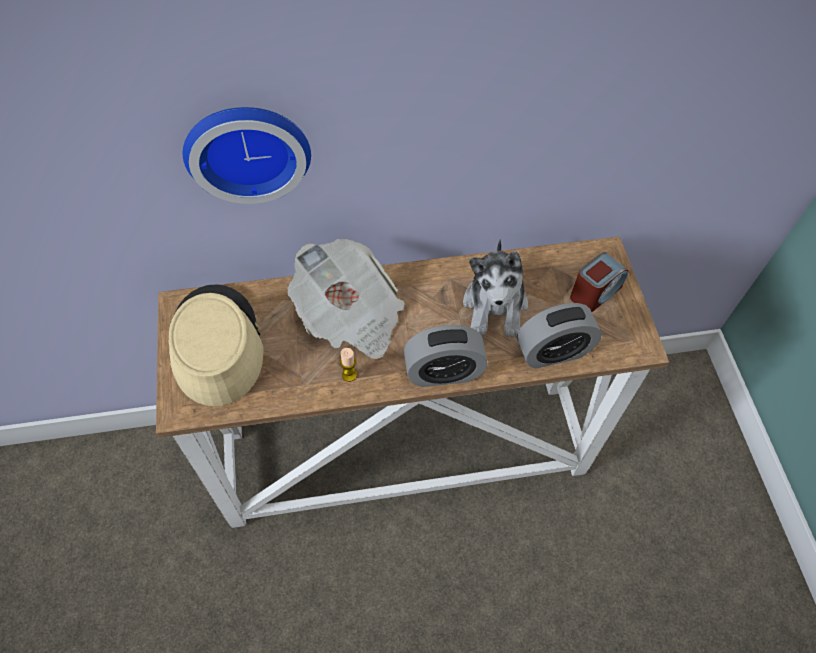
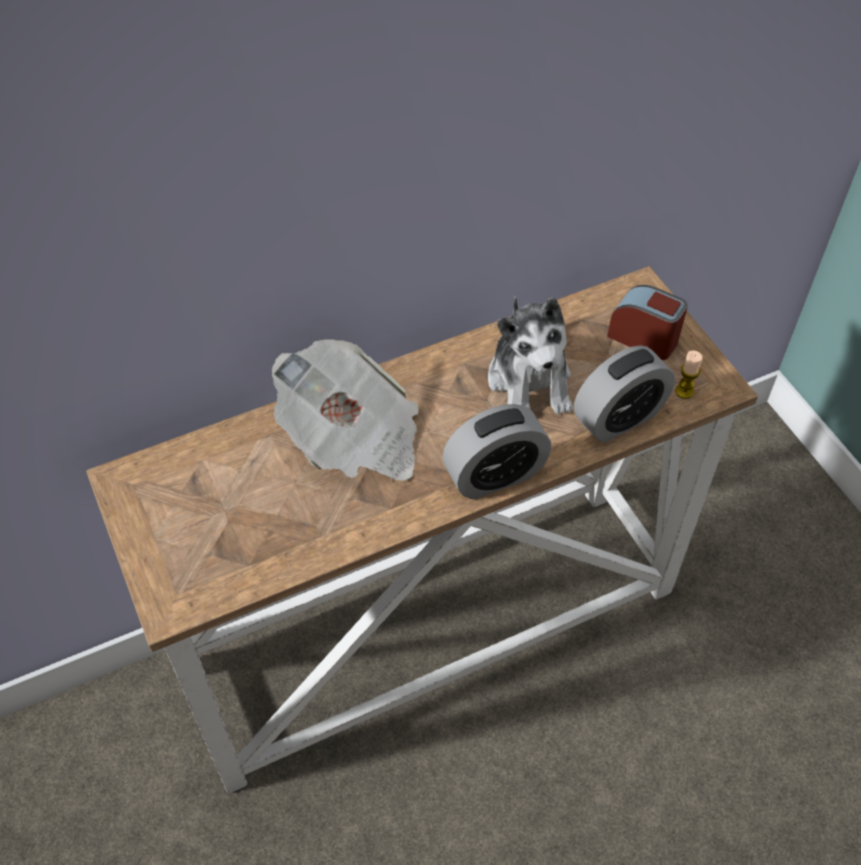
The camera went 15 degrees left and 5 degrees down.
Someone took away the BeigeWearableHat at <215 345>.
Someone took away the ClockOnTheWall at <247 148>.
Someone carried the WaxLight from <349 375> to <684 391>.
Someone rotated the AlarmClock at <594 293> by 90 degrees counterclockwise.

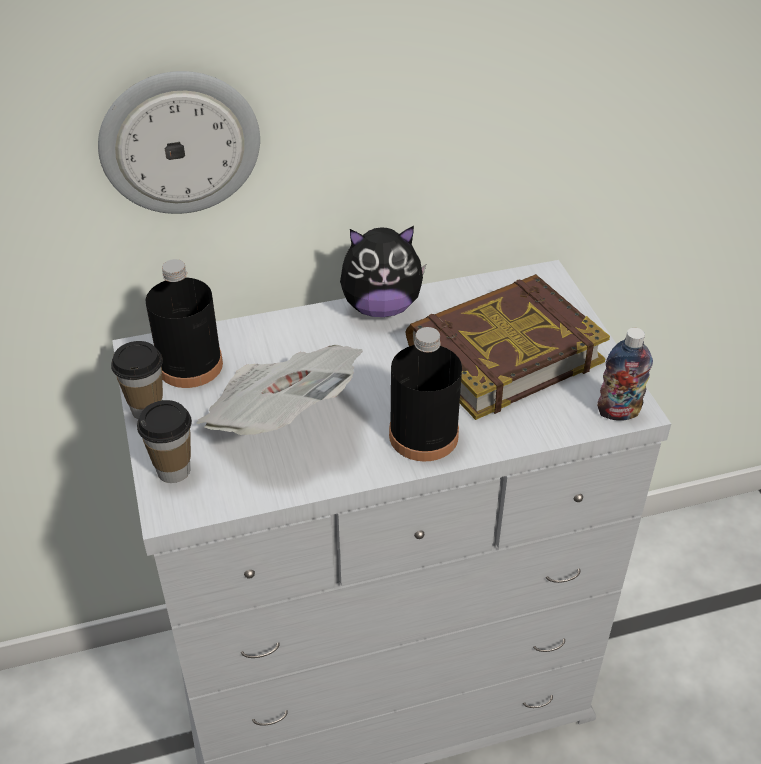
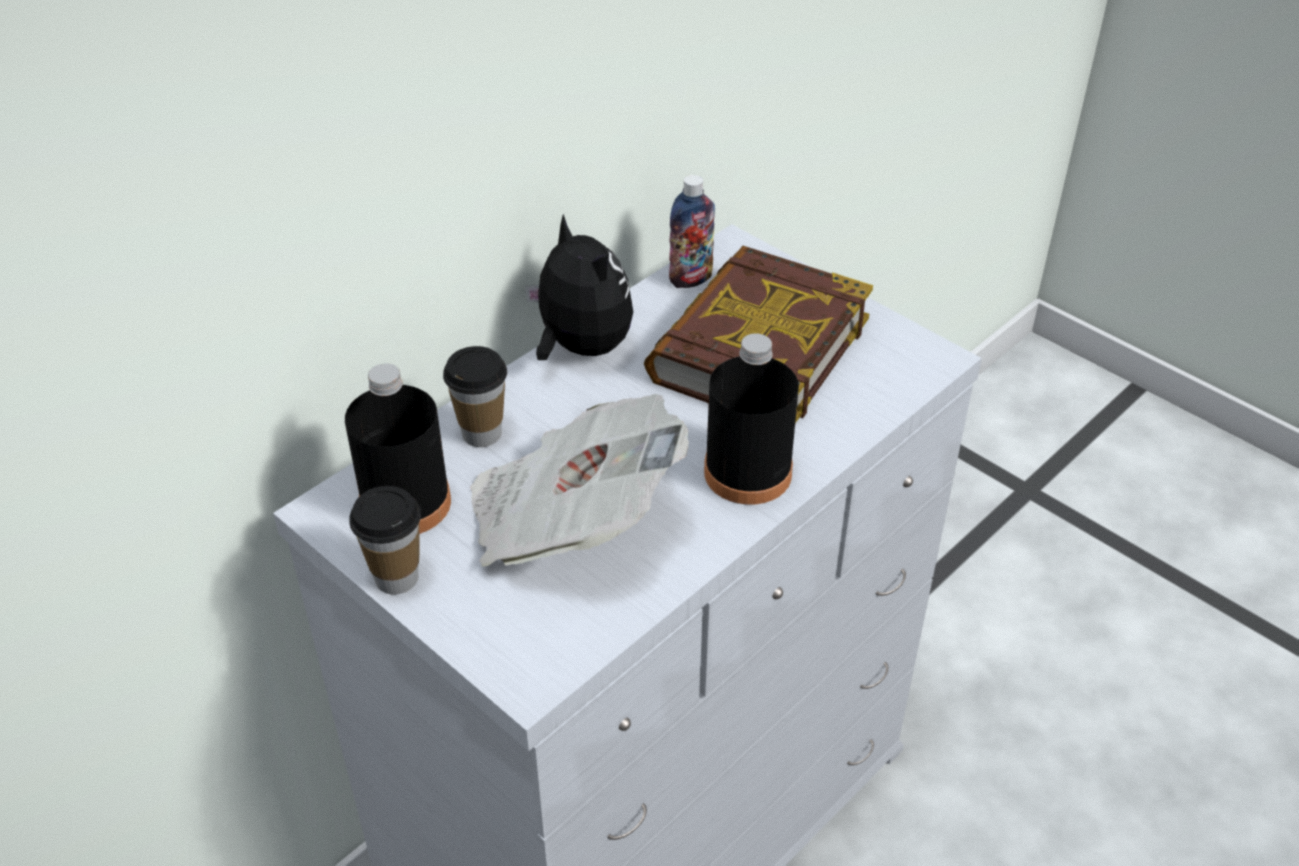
The camera went 30 degrees left and 0 degrees up.
Someone took away the ClockOnTheWall at <179 142>.
Someone carried the SmallCup from <173 470> to <481 433>.
Someone rotated the SoftToy at <381 307> by 90 degrees counterclockwise.
Someone carried the BeverageBottle from <618 412> to <690 278>.

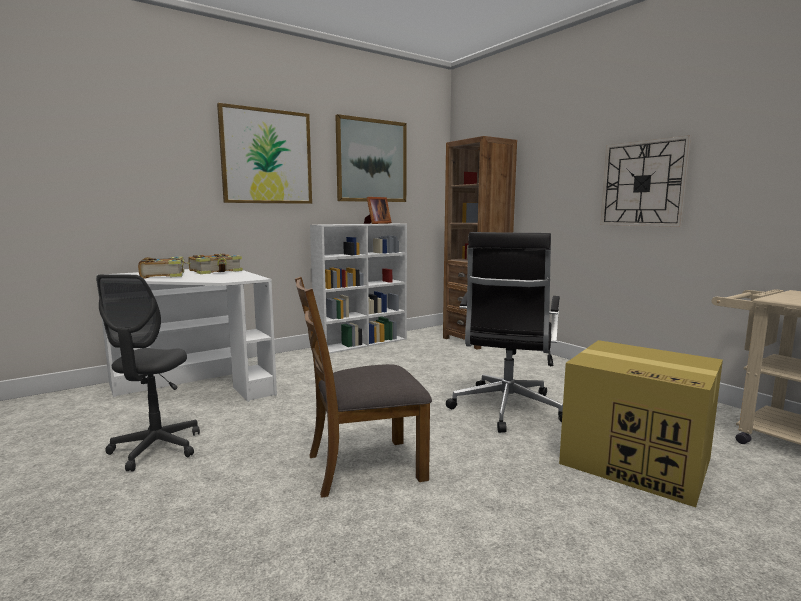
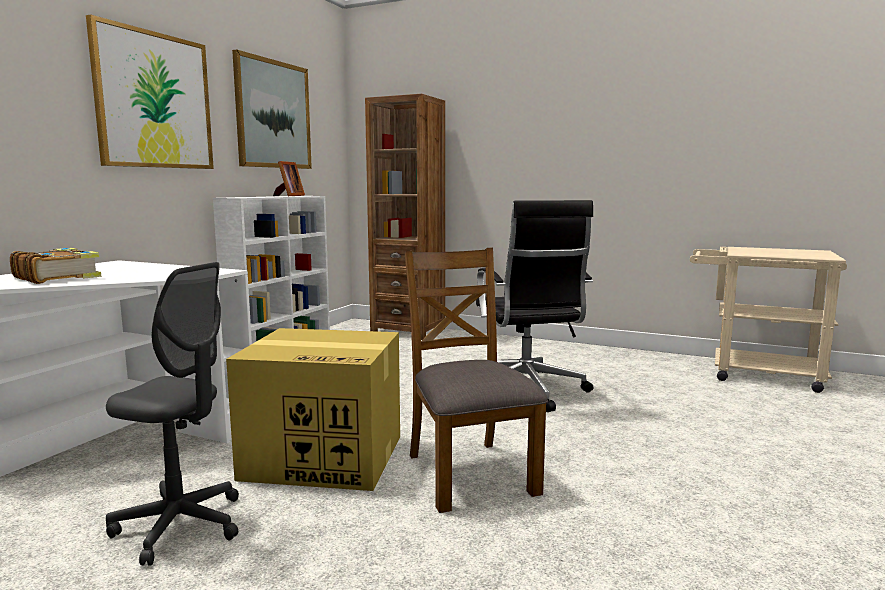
The camera went 30 degrees left and 0 degrees up.
Someone rotated the GreyishComputerChair at <156 449> by 45 degrees counterclockwise.
Someone took away the Book at <216 271>.
Someone rotated the BrownPlainChair at <364 466> by 120 degrees clockwise.
Someone carried the Carton from <637 461> to <326 457>.
Someone took away the ClockOnTheWall at <643 183>.

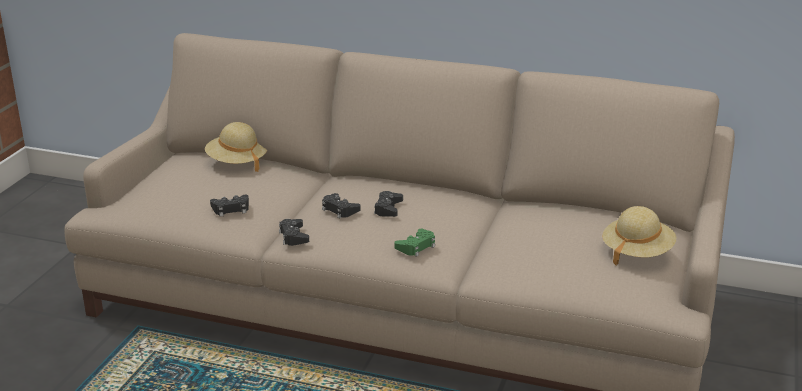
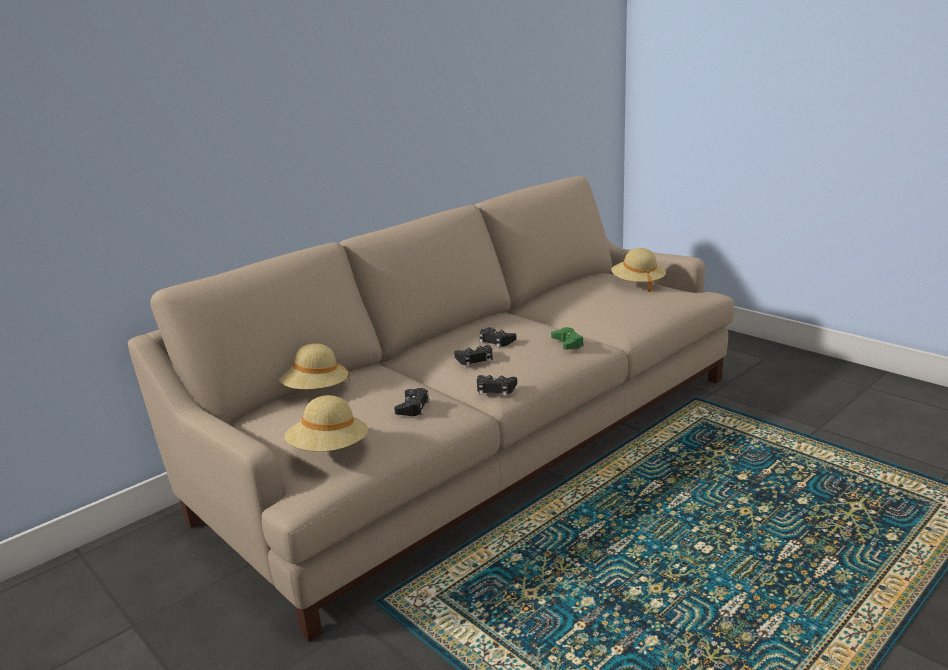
The camera went 60 degrees left and 5 degrees down.
Someone put down the BeigeWearableHat at <329 450>.

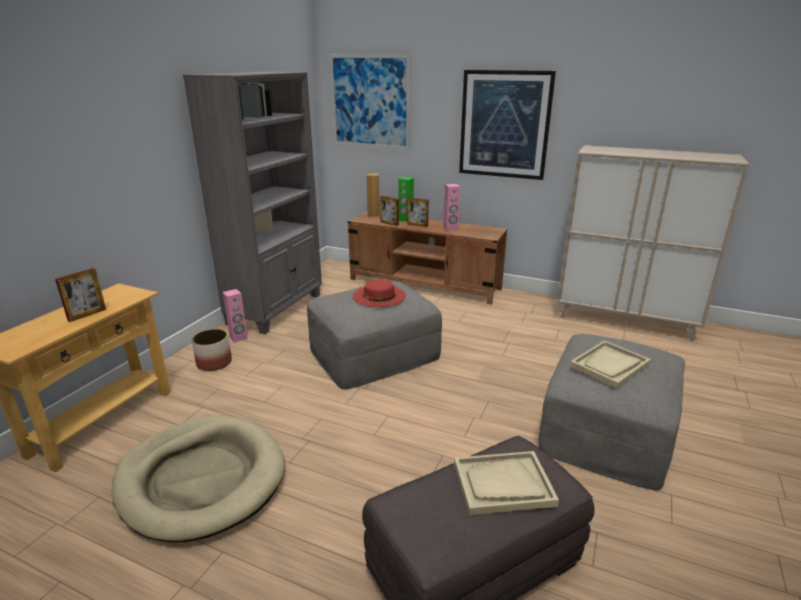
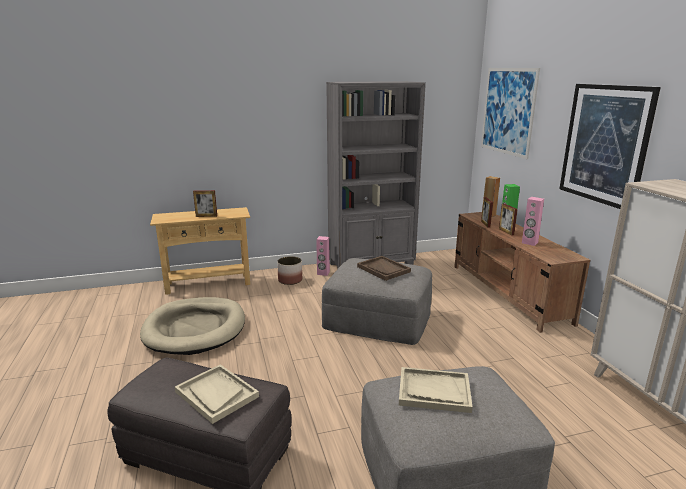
The camera went 50 degrees right and 5 degrees down.
Someone swapped the RedWearableHat at <379 295> for the BrownCarryingTray at <383 269>.

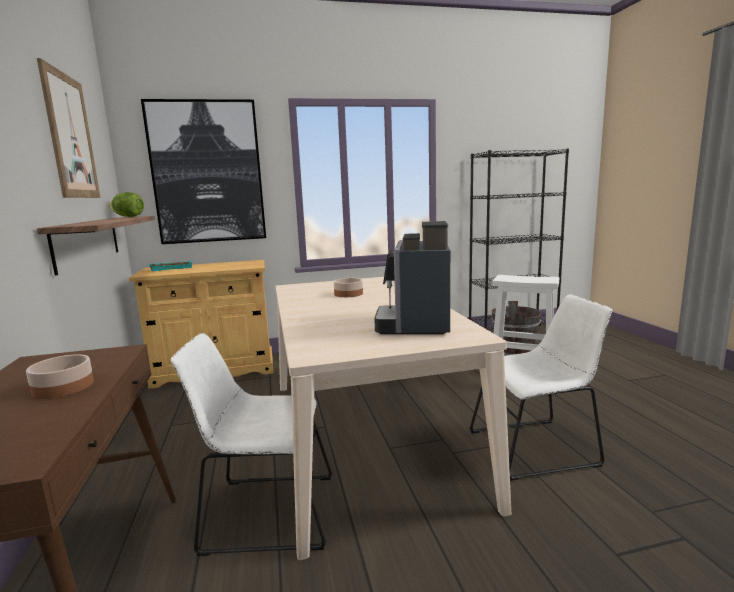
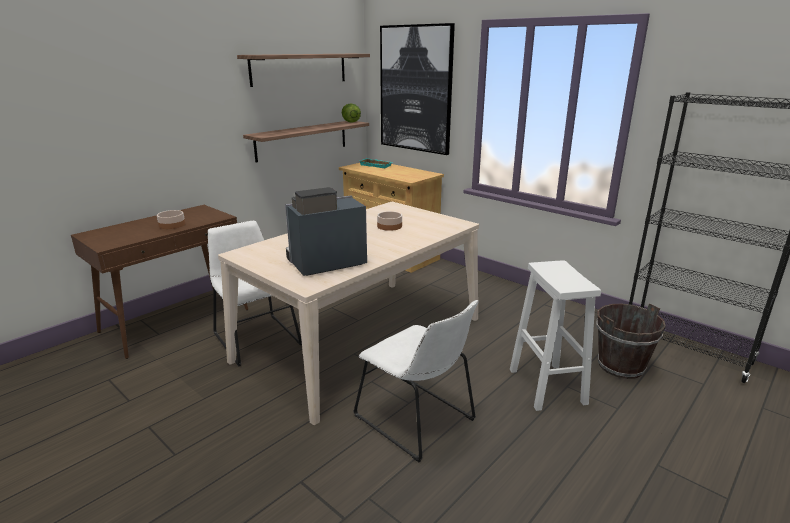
The camera went 55 degrees right and 10 degrees up.
Someone swapped the WallPicture at <70 136> for the WallShelf at <299 69>.

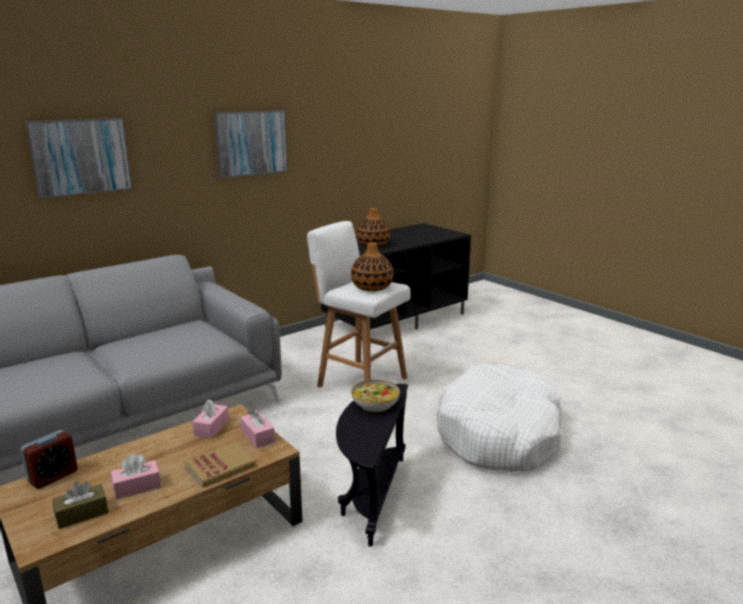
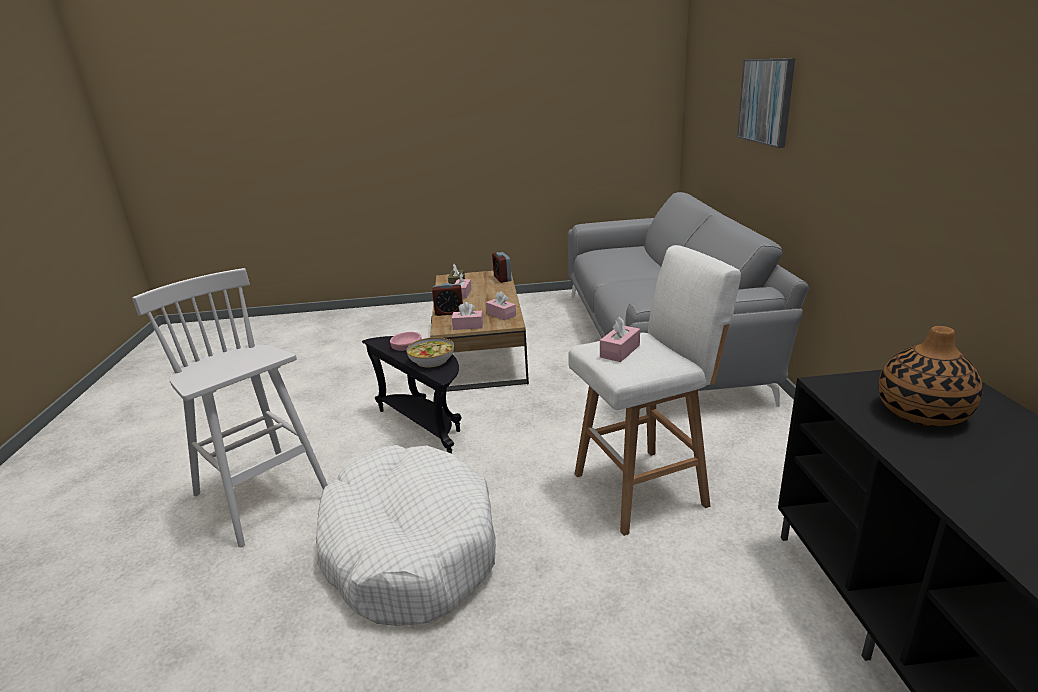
The camera went 125 degrees right and 5 degrees up.
Someone swapped the Book at <220 467> for the AlarmClock at <449 312>.
Someone took away the WallPicture at <251 143>.
Someone swapped the FlowerVase at <372 287> for the PinkColouredTissueBox at <620 351>.
Someone put down the WhitishStoolSeat at <264 497>.
Someone put down the PinkColouredDeepDish at <406 345>.

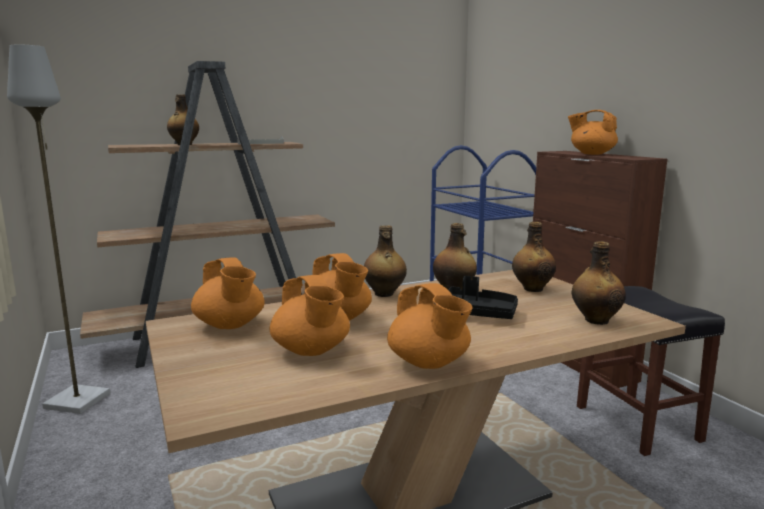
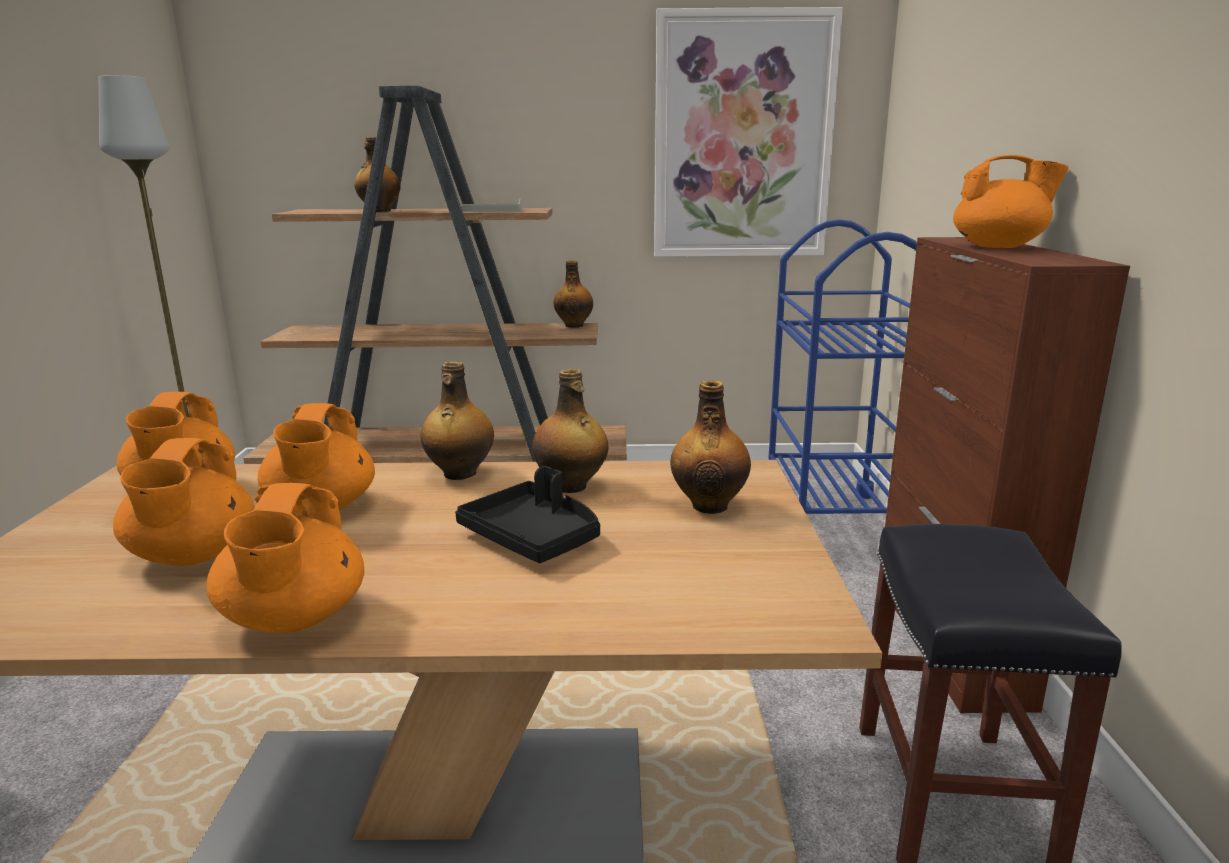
The camera went 25 degrees right and 5 degrees up.
Someone rotated the OrangeTeapot at <591 154> by 135 degrees clockwise.
Someone carried the BeverageBottle from <595 320> to <574 325>.
Someone put up the WallPicture at <743 137>.

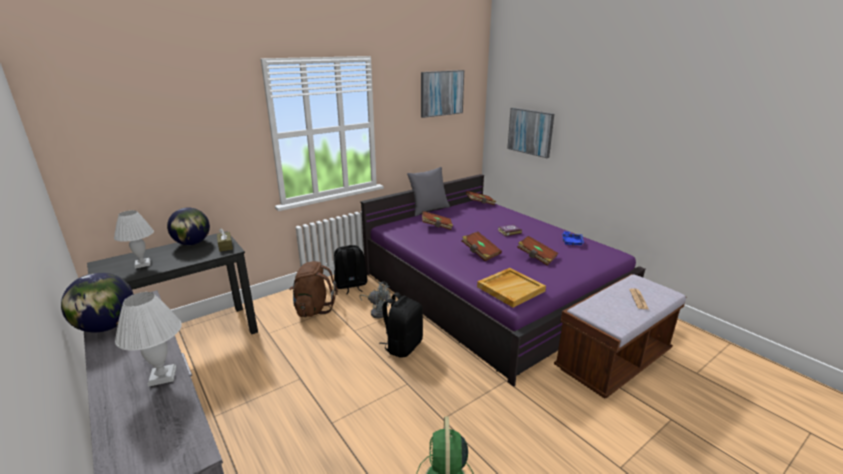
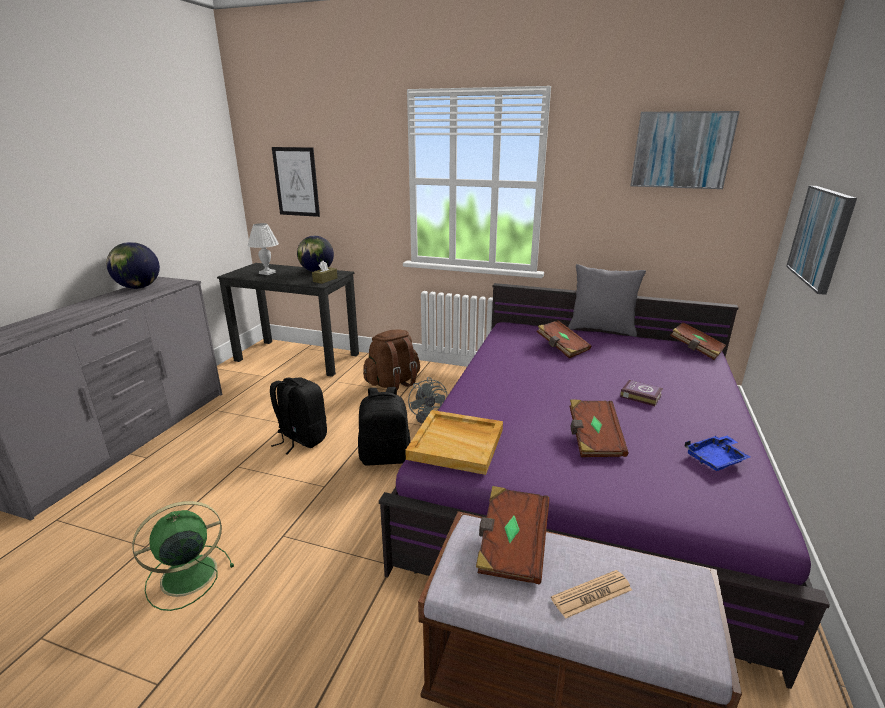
The camera went 55 degrees right and 0 degrees up.
Someone took away the WhitishLampForATable at <161 377>.
Someone carried the BlackColouredRucksack from <351 285> to <301 439>.
Someone carried the BrownBook from <480 253> to <511 547>.
Someone put up the WallPicture at <296 182>.

